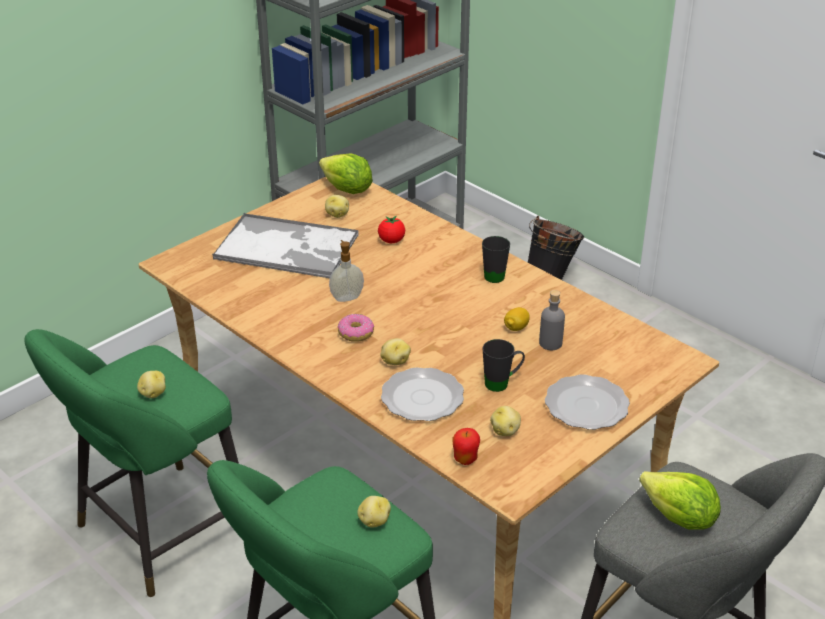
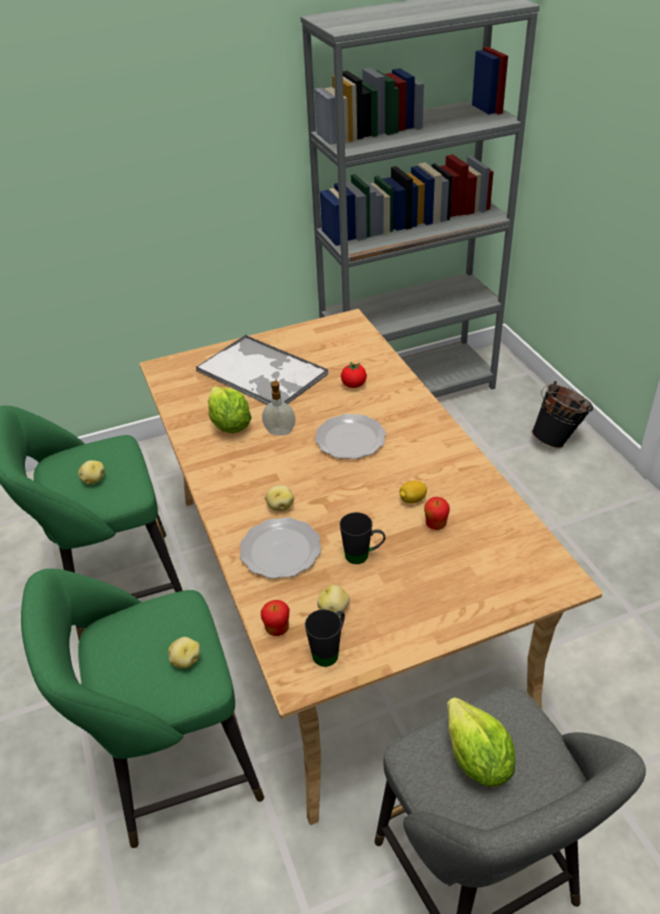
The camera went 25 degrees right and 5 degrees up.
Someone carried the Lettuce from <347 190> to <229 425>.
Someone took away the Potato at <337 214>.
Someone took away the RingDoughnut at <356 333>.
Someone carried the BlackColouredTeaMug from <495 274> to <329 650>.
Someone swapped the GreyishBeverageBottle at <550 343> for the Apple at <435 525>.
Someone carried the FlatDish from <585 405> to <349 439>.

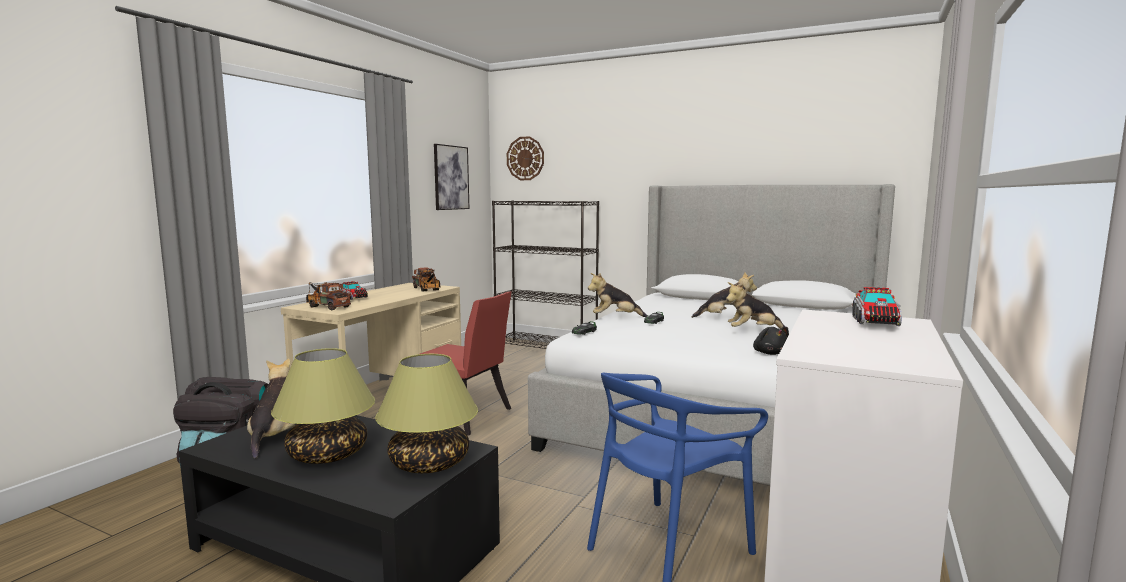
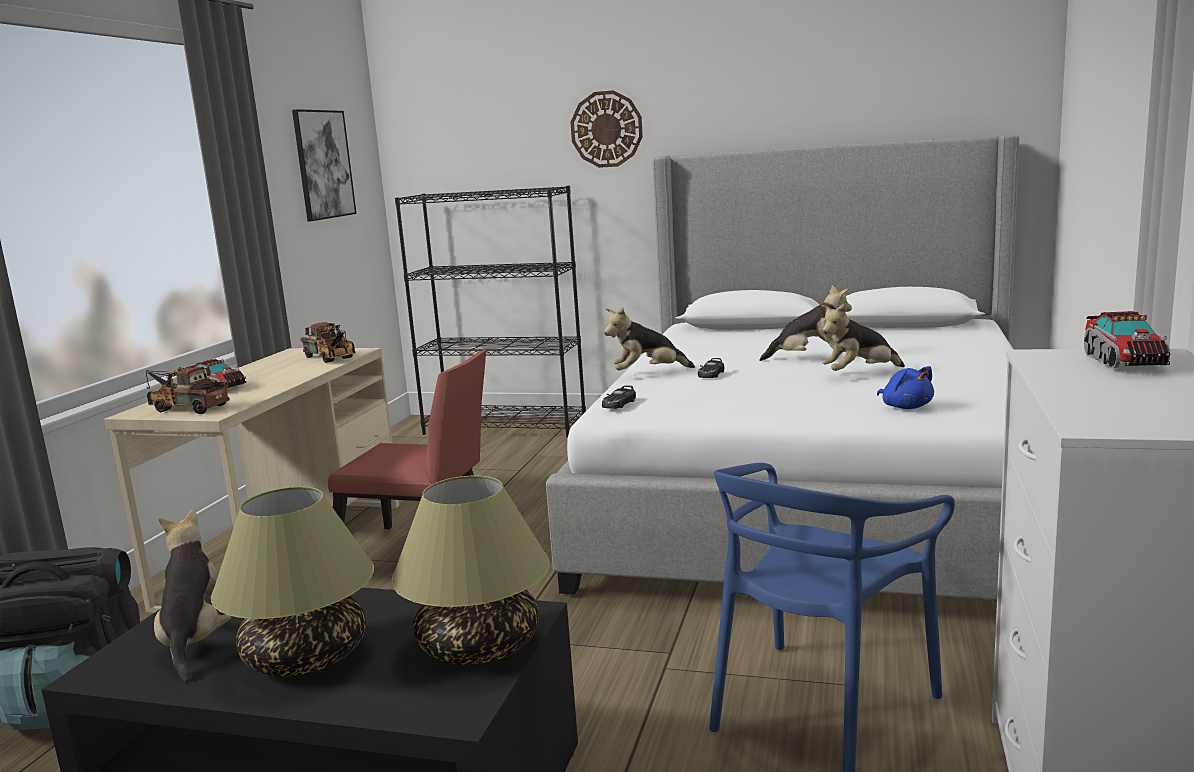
The camera went 10 degrees left and 5 degrees up.
Someone carried the ClockOnTheWall from <525 158> to <606 129>.
Someone repainted the BlackColouredSoftToy at <769 353>, which became the BlueSoftToy at <906 407>.

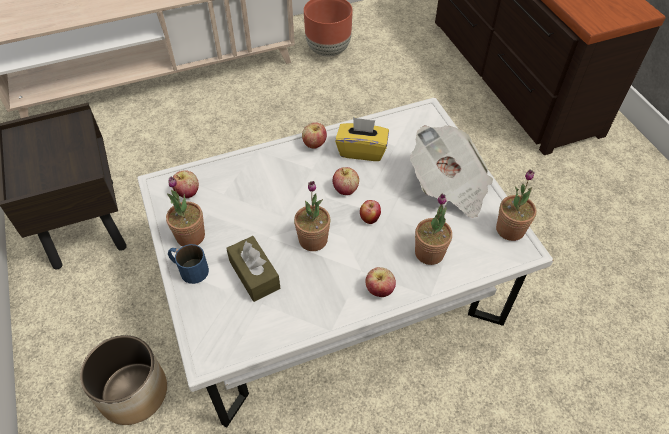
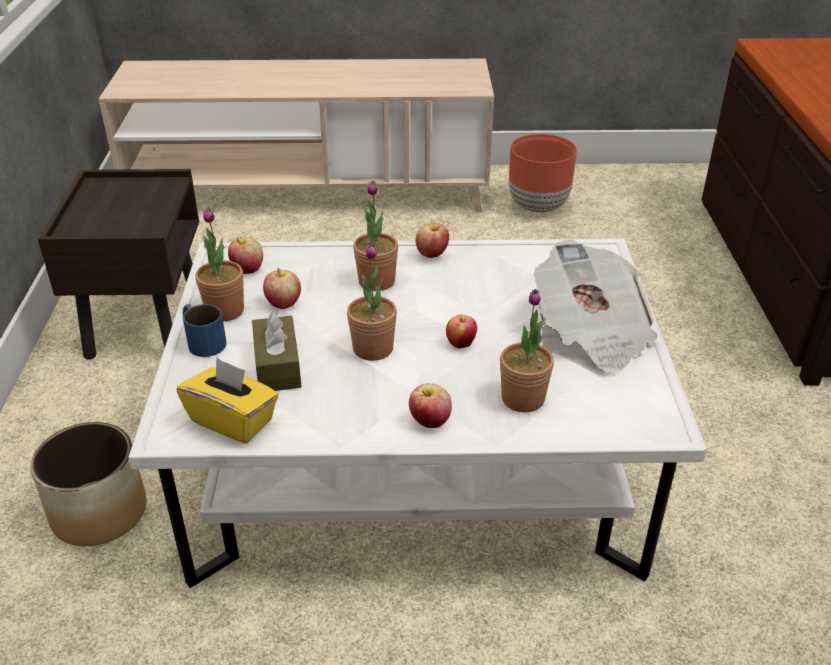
The camera went 20 degrees right and 15 degrees down.
Someone carried the Apple from <345 189> to <283 303>.
Someone carried the YellowTissueBox from <361 150> to <233 420>.
Someone carried the PlantInAPot from <510 229> to <376 281>.

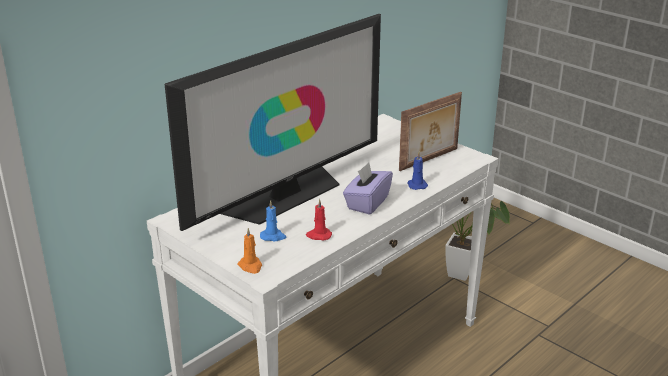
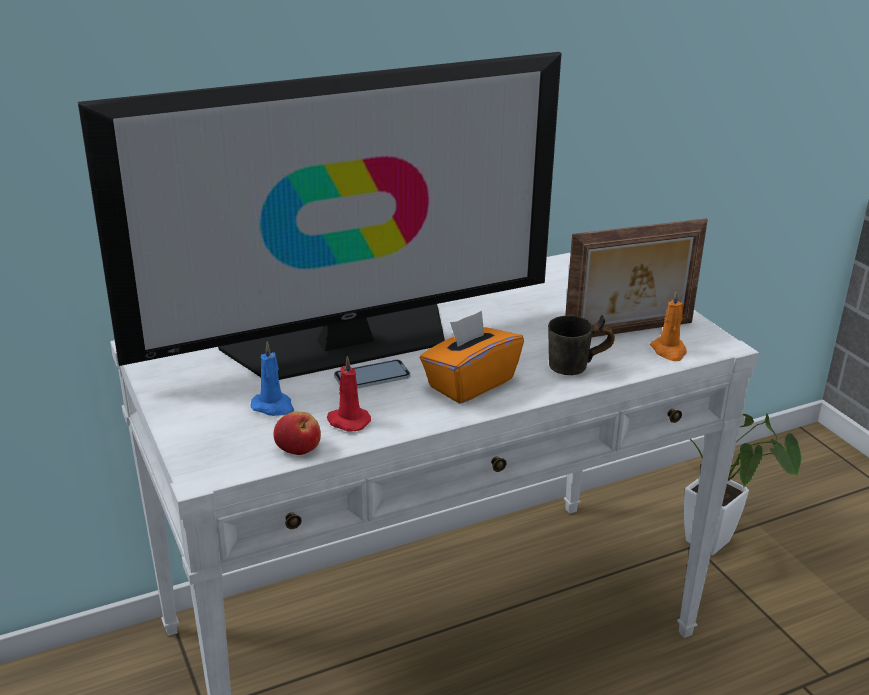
The camera went 20 degrees right and 0 degrees up.
Someone carried the OrangeWaxLight from <250 266> to <669 351>.
Someone repainted the PurplishTissueBox at <367 203>, which became the OrangeTissueBox at <470 383>.
Someone swapped the BlueWaxLight at <416 185> for the GreyishTeaMug at <577 370>.
Someone put down the Apple at <298 448>.
Someone put down the Phone at <372 377>.

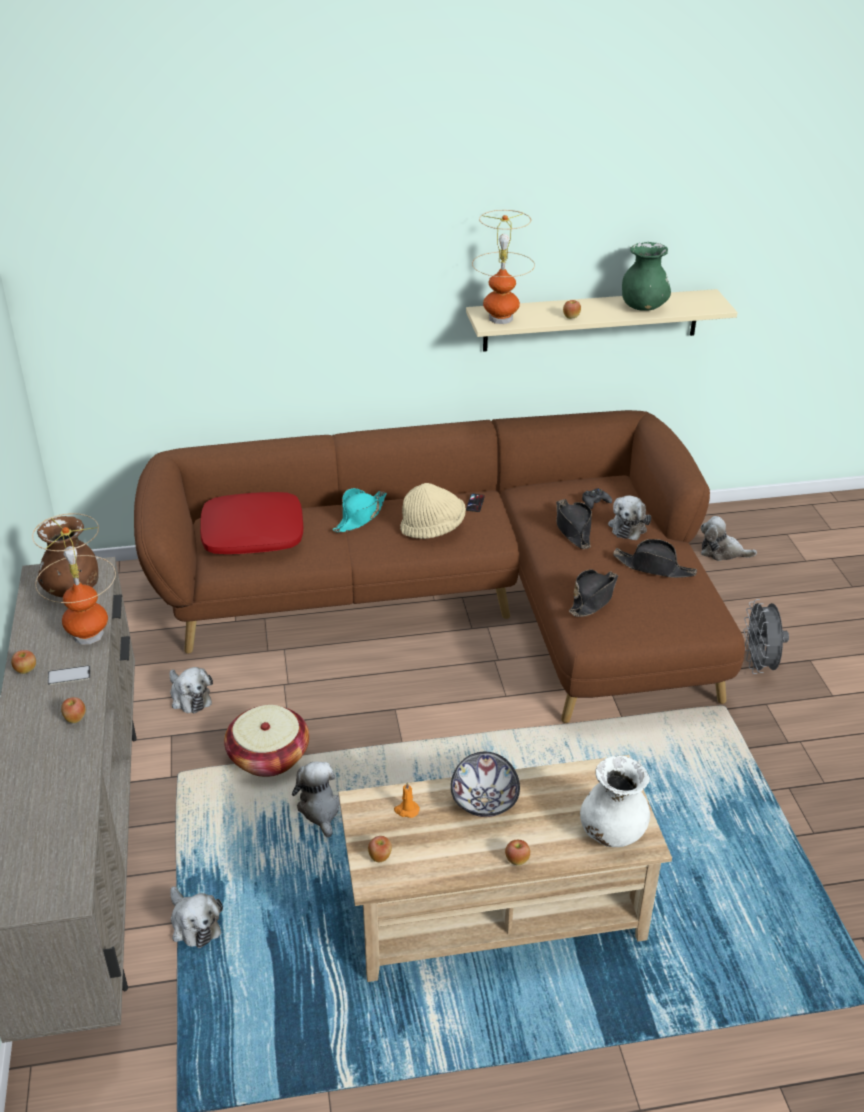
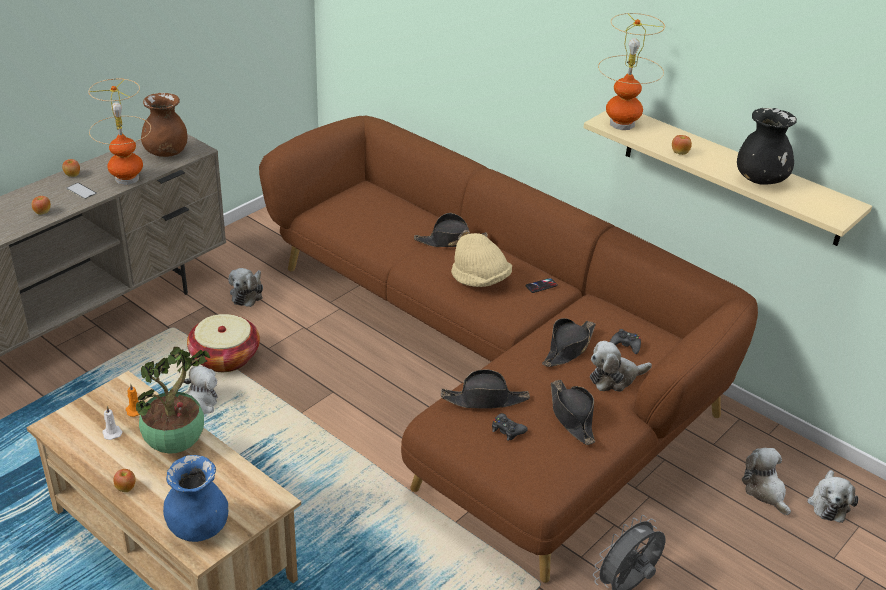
The camera went 50 degrees right and 0 degrees up.
Someone carried the SoftToy from <194 924> to <828 503>.
Someone took away the RedCushion at <253 534>.
Someone repainted the BlueGreenWearableHat at <360 516>, which became the BlackColouredWearableHat at <450 241>.
Someone took away the Apple at <380 857>.
Someone swapped the DeepDish at <483 800> for the PlantInAPot at <176 443>.
Someone repainted the WhitishFlowerVase at <612 832>, which became the BlueFlowerVase at <198 528>.
Someone repainted the GreenishFlowerVase at <643 307>, which became the BlackColouredFlowerVase at <760 180>.
Someone put down the WhitishWaxLight at <111 432>.
Someone put down the BlackColouredGameController at <507 430>.

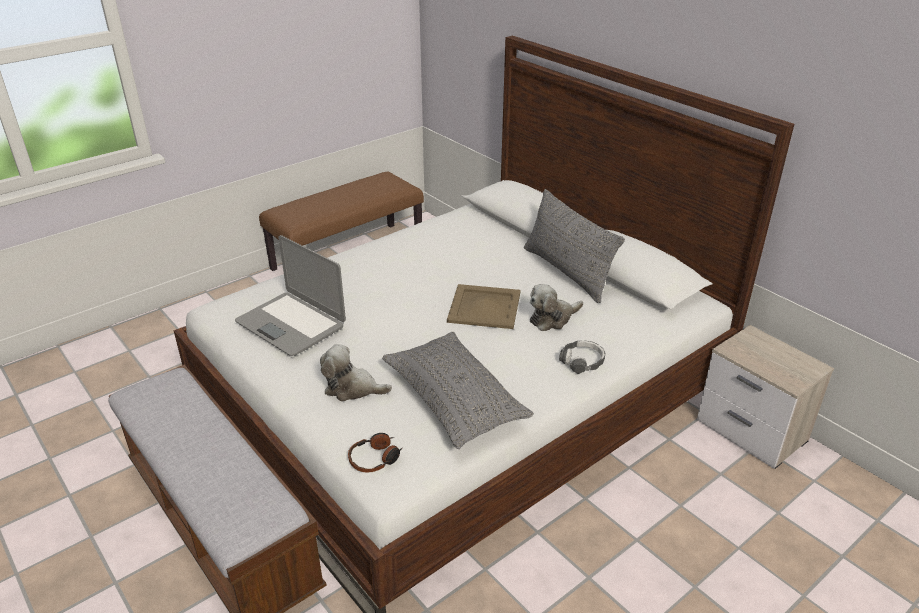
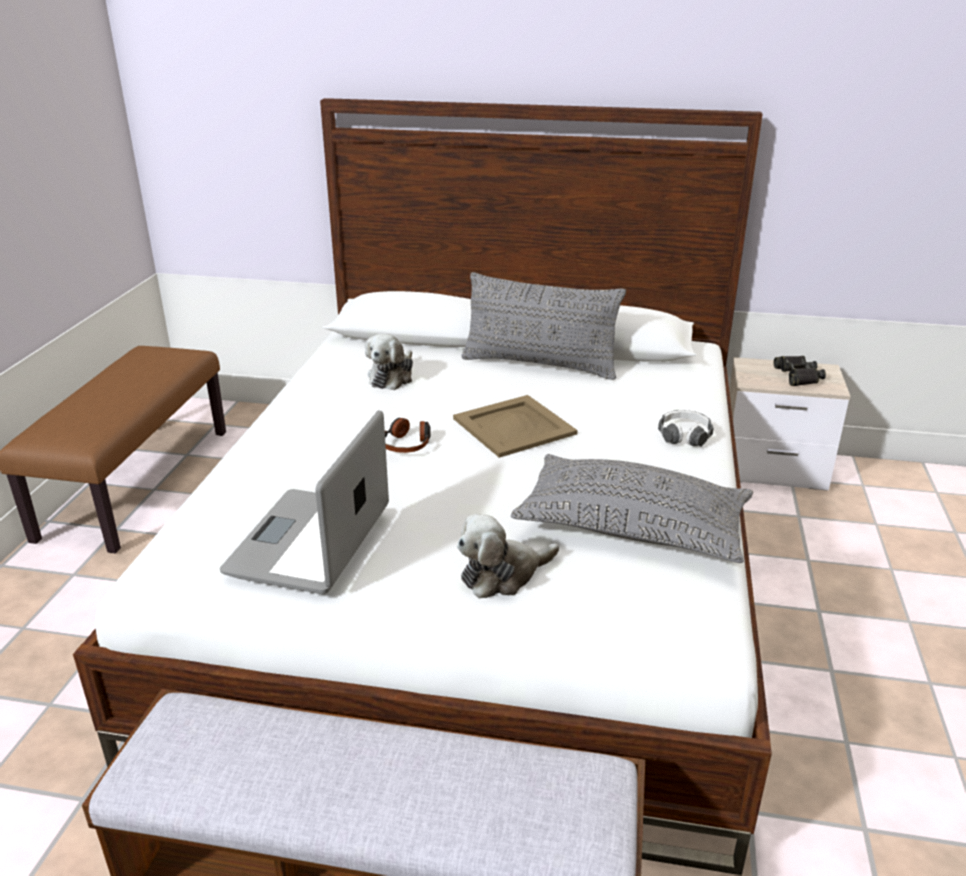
The camera went 40 degrees left and 5 degrees down.
Someone rotated the NotebookComputer at <291 324> by 105 degrees clockwise.
Someone carried the PairOfHeadphones from <375 459> to <407 444>.
Someone carried the SoftToy from <552 318> to <392 377>.
Someone put down the BlackColouredBinoculars at <798 376>.

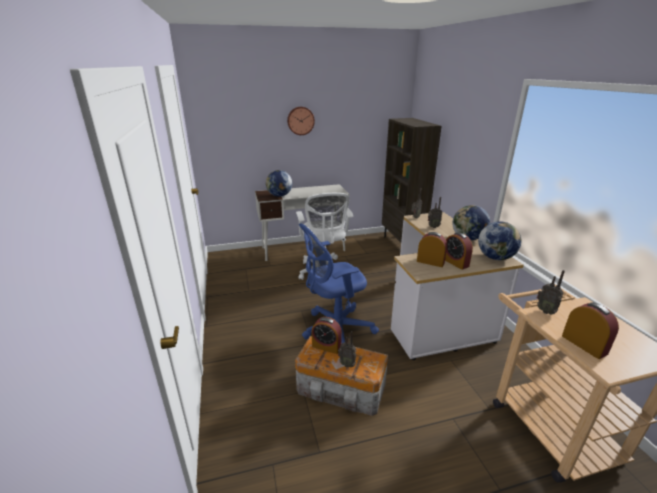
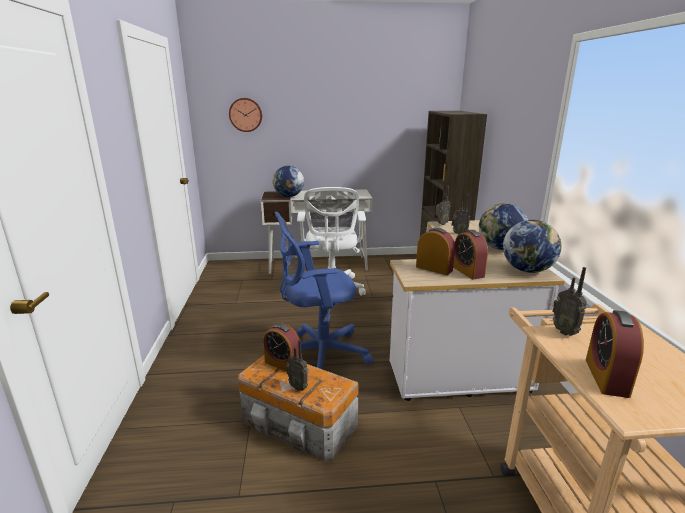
The camera went 10 degrees right and 5 degrees down.
Someone carried the ClockOnTheWall from <300 120> to <245 115>.
Someone rotated the AlarmClock at <584 344> by 150 degrees counterclockwise.

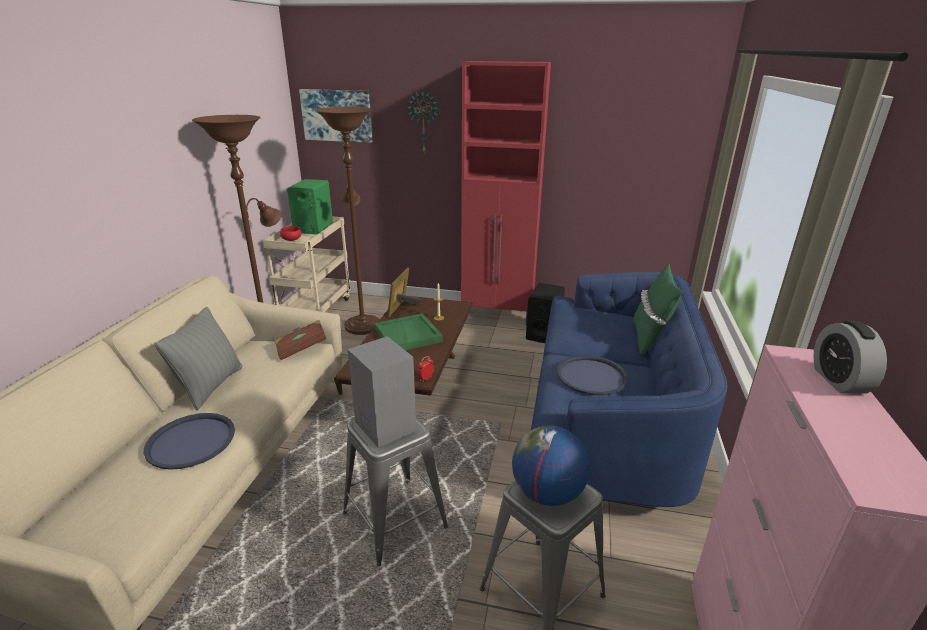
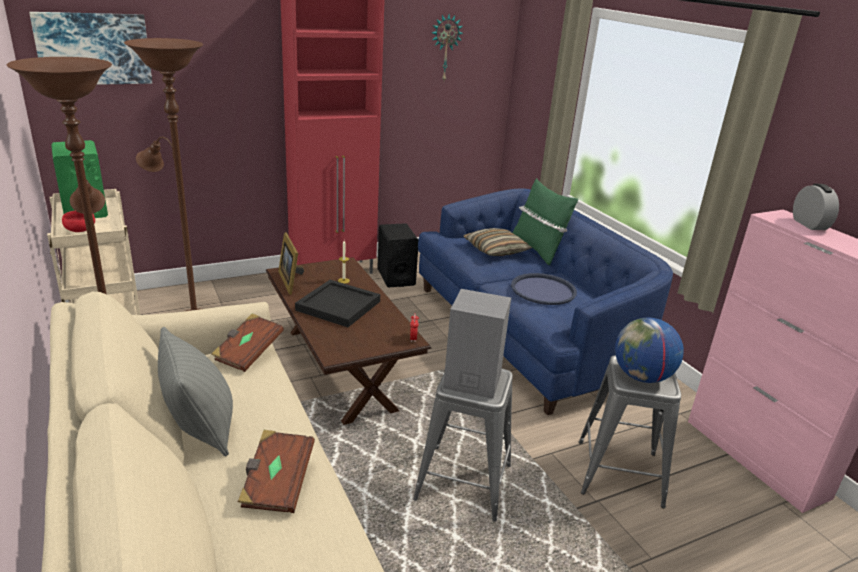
The camera went 40 degrees left and 0 degrees up.
Someone swapped the BlueCarryingTray at <191 441> for the BrownBook at <276 484>.
Someone repainted the GreenishCarryingTray at <408 335>, which became the BlackColouredCarryingTray at <339 305>.
Someone carried the ClockOnTheWall from <424 122> to <445 48>.
Someone rotated the AlarmClock at <839 381> by 150 degrees counterclockwise.
Someone put down the Cushion at <496 250>.

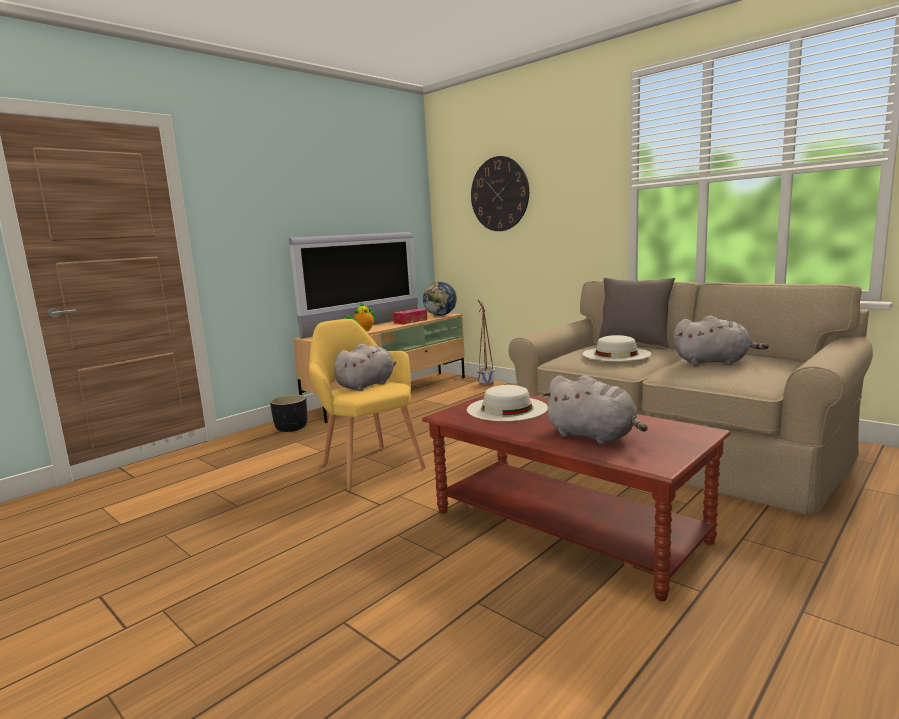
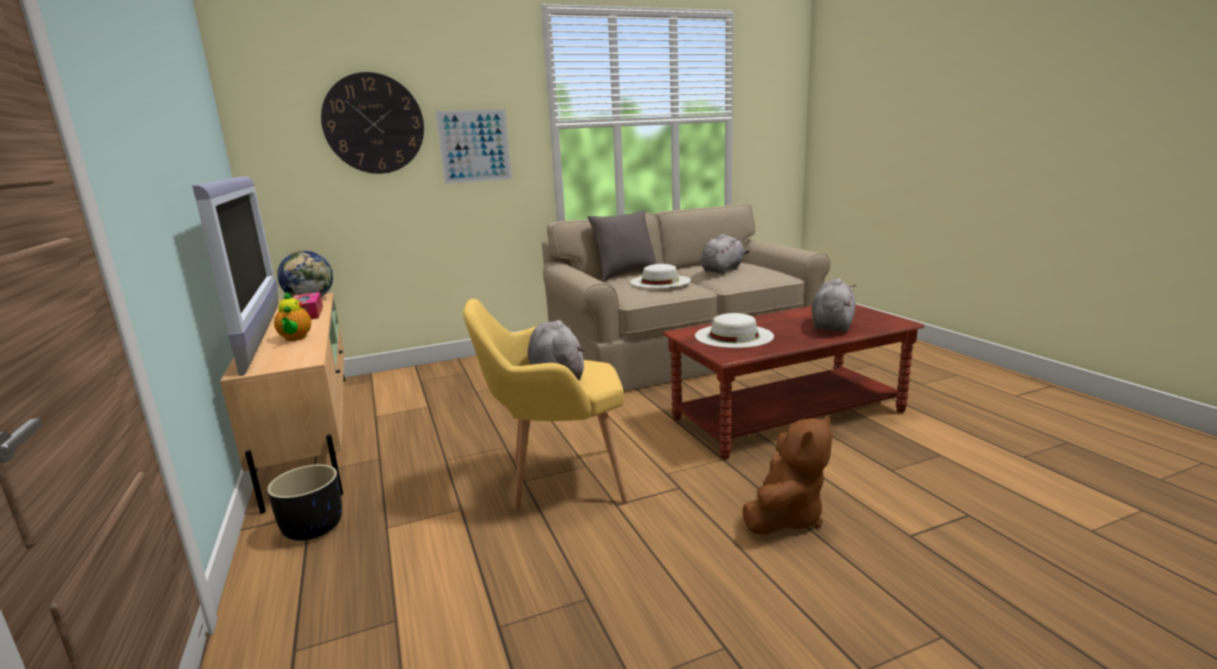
The camera went 65 degrees left and 5 degrees up.
Someone took away the PlantPot at <486 384>.
Someone rotated the GreyishSoftToy at <594 436> by 45 degrees counterclockwise.
Someone put up the WallPicture at <475 146>.
Someone put down the BrownSoftToy at <785 517>.

